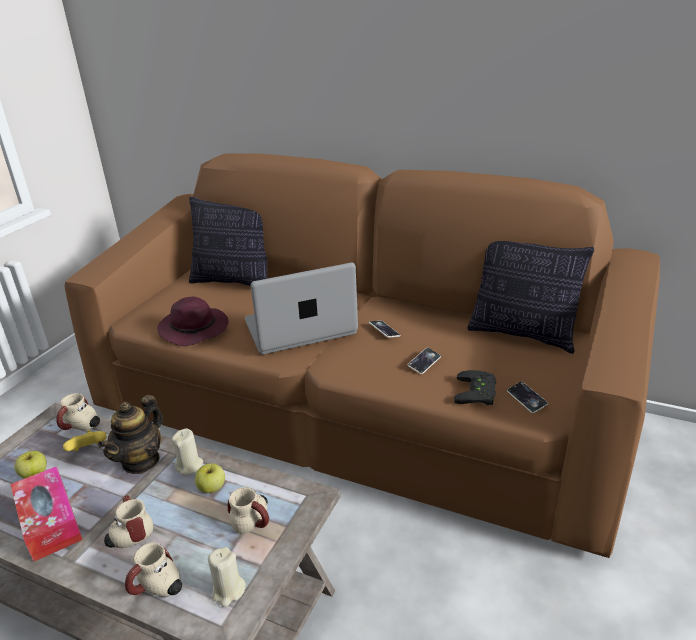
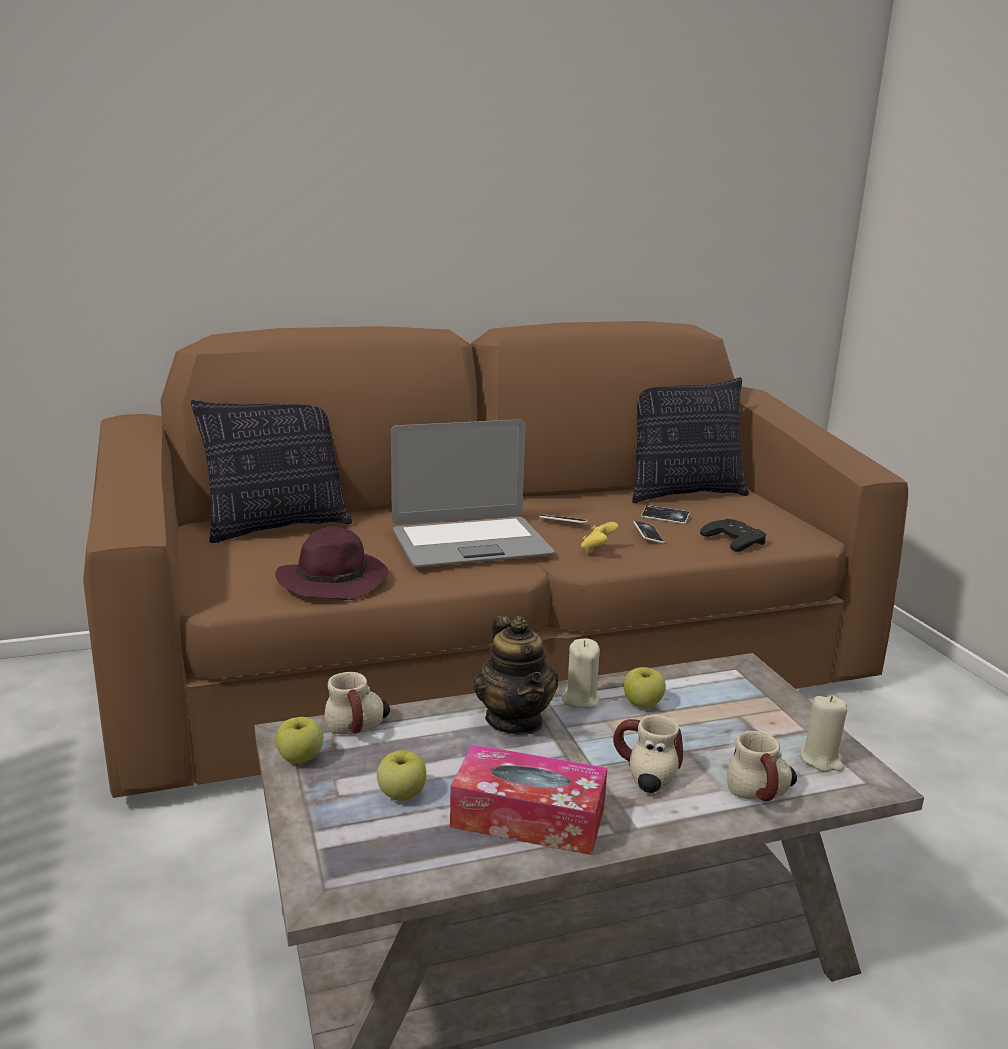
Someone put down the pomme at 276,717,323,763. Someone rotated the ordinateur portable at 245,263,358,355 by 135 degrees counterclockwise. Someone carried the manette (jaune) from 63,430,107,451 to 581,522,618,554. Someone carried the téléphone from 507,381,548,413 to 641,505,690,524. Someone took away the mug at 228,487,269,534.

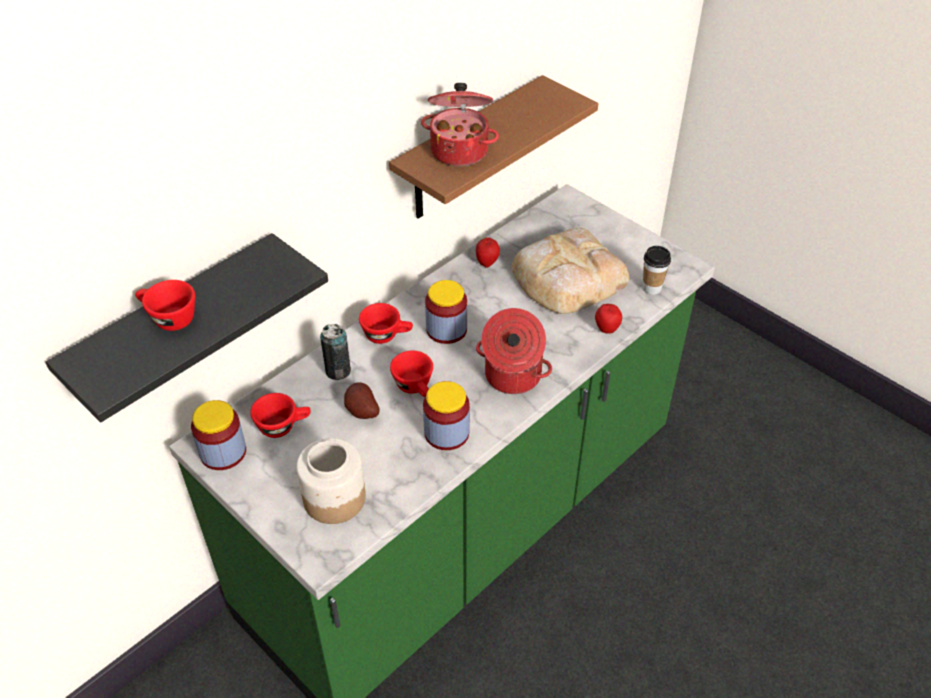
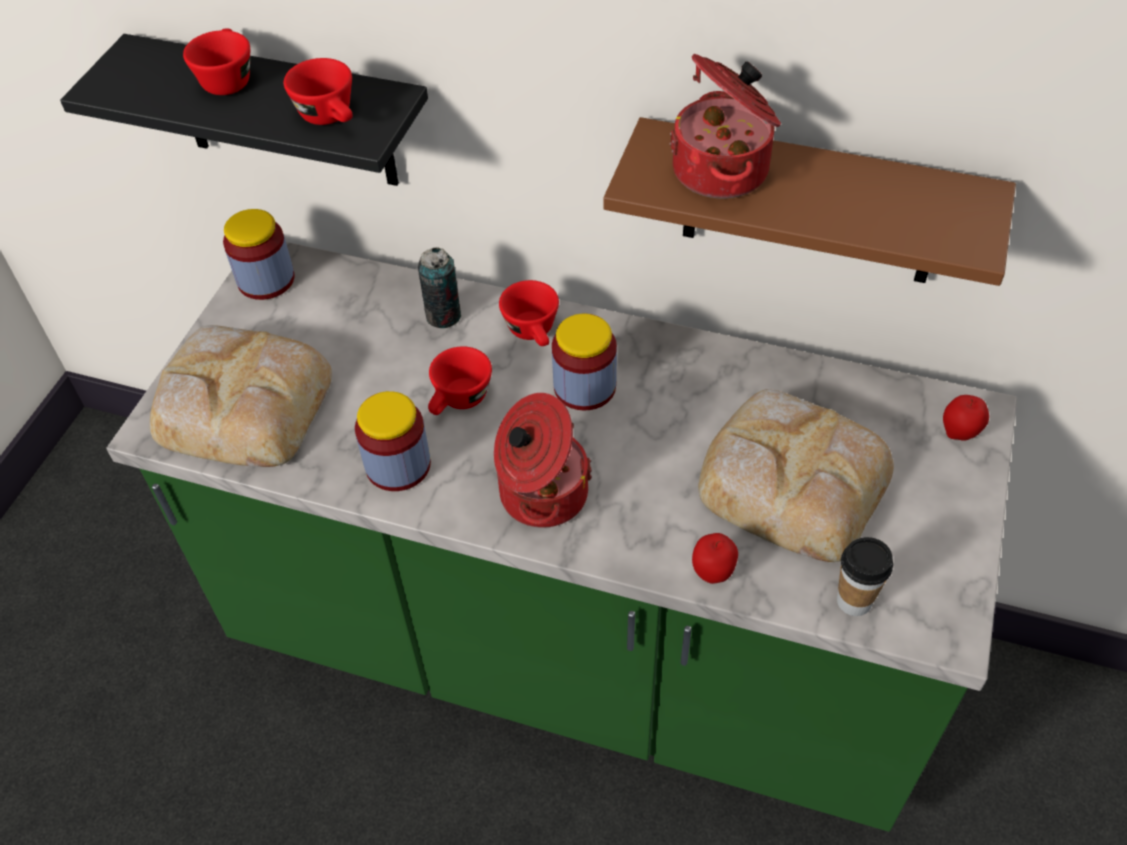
Someone swapped the bocal at 296,438,366,524 for the pain at 150,325,332,467. Someone carried the tasse (rouge) from 250,393,311,438 to 284,58,353,125. Someone carried the pomme from 476,237,500,268 to 943,395,989,441. Someone took away the pomme de terre at 344,382,379,419.

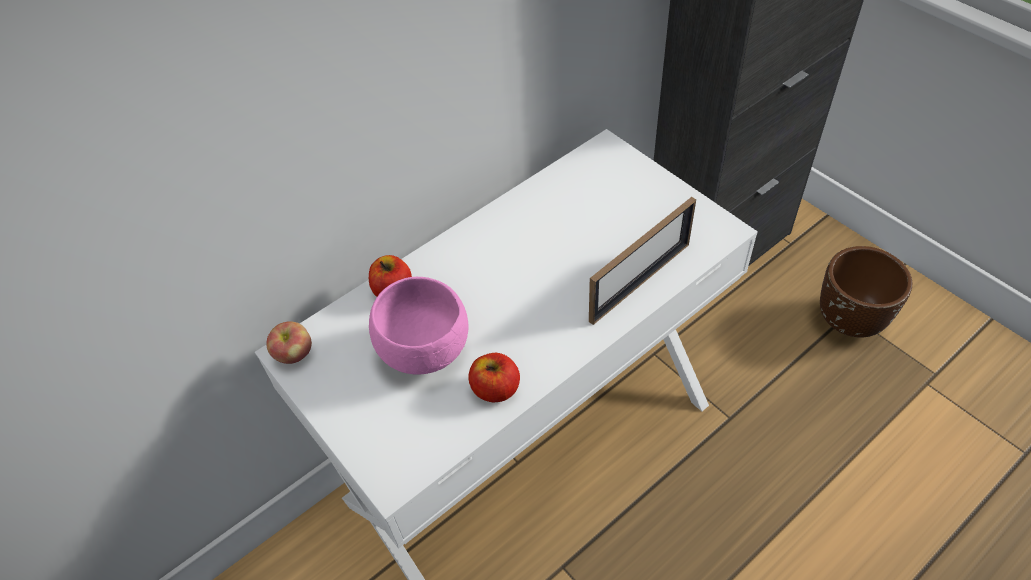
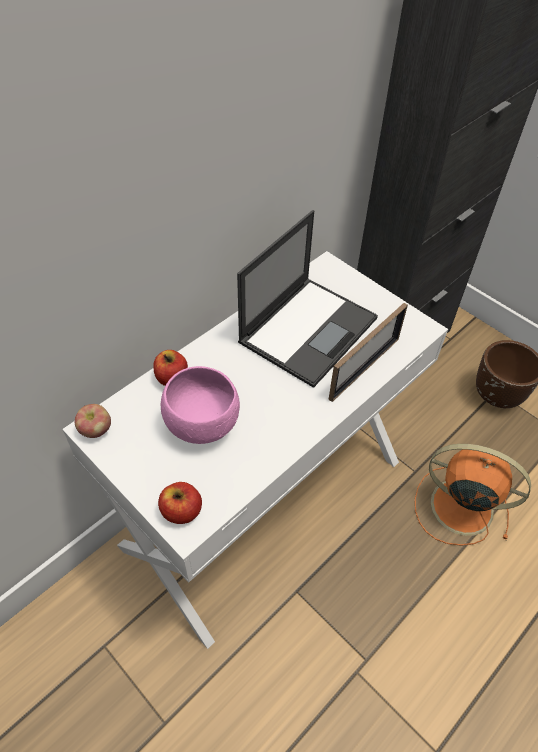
Someone carried the pomme from 468,353,520,402 to 158,482,202,524. Someone put down the ordinateur portable at 237,210,378,388. Someone put down the ventilateur (orange) at 415,444,531,546.

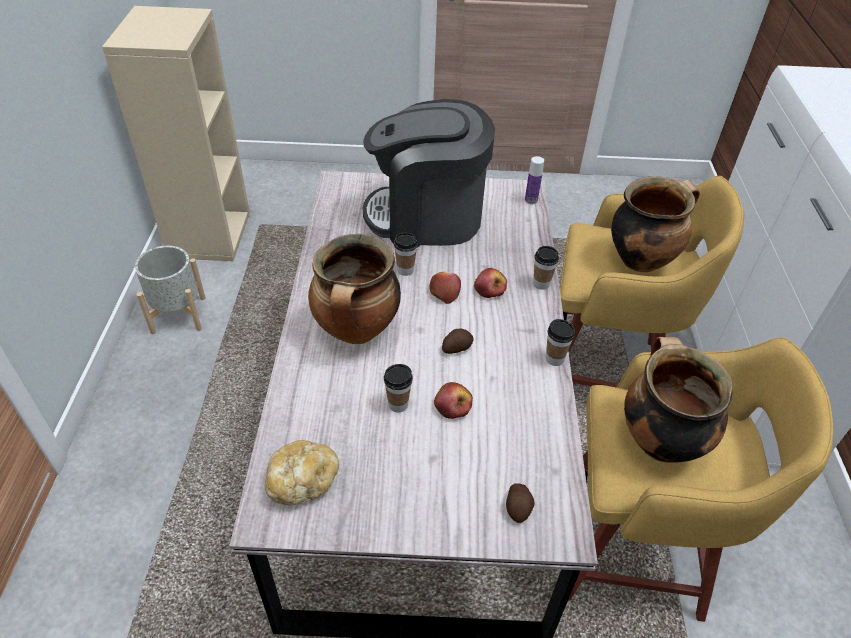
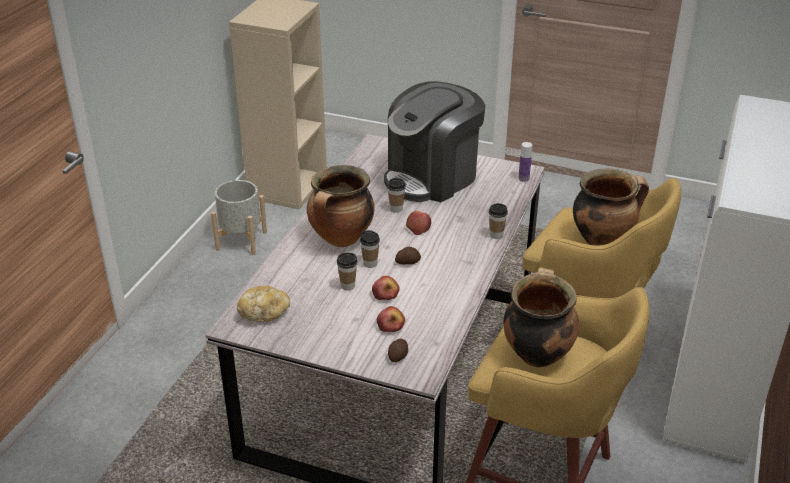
Someone carried the tasse from 546,319,575,366 to 360,230,380,268. Someone carried the pomme from 474,268,507,298 to 377,306,405,332. Someone rotated the machine à café at 363,99,495,248 by 60 degrees counterclockwise.

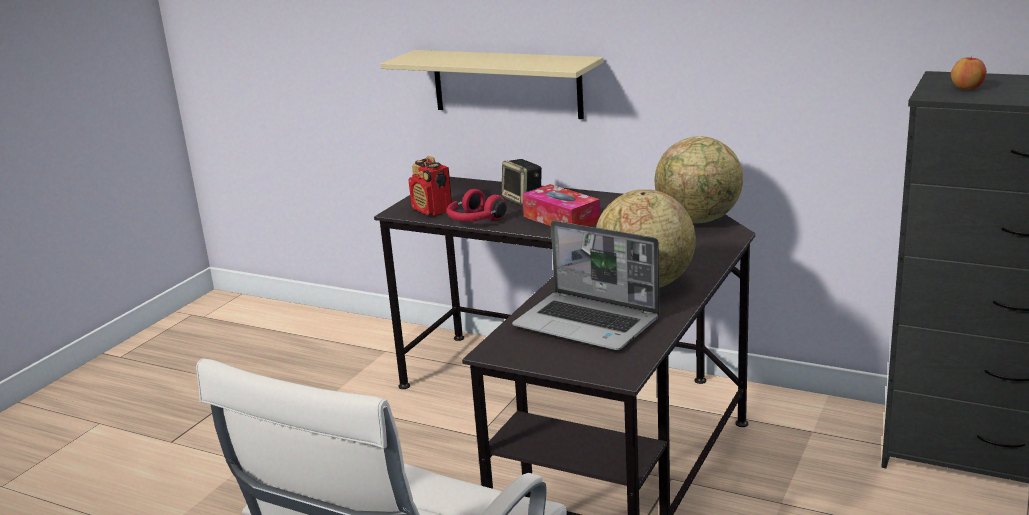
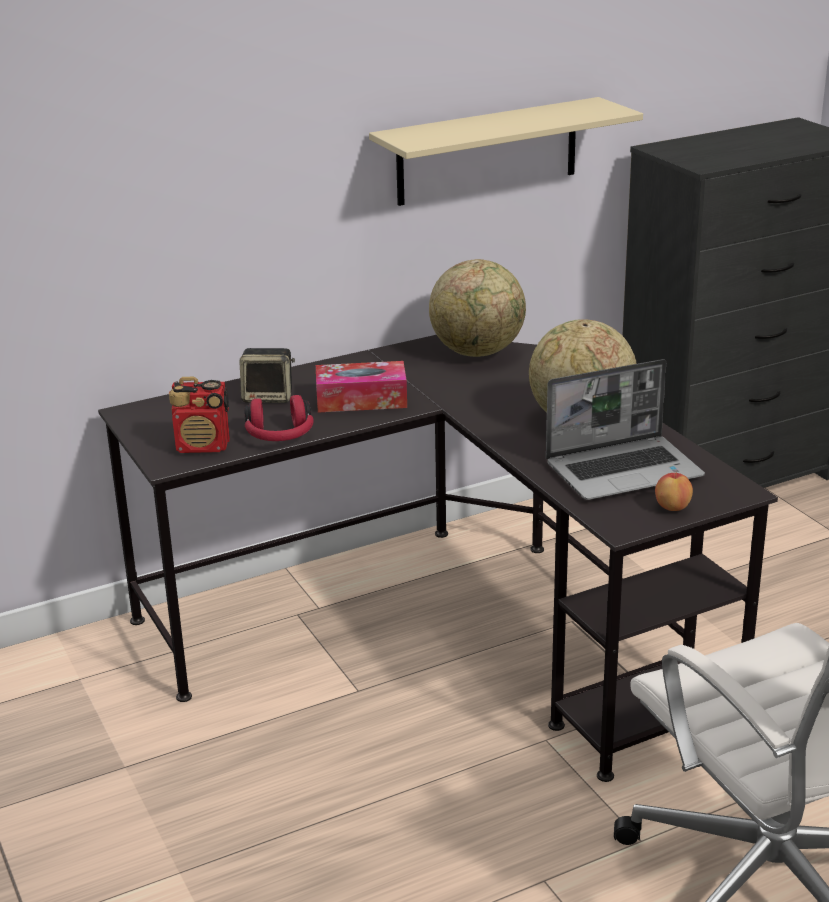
Someone carried the étagère (beige) from 381,50,604,119 to 369,97,643,206. Someone carried the pomme from 951,55,987,90 to 655,473,693,511.

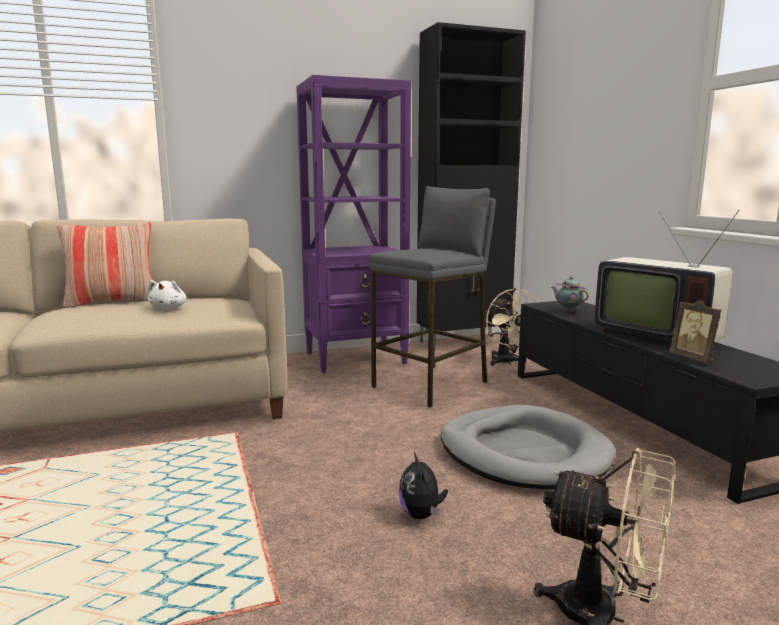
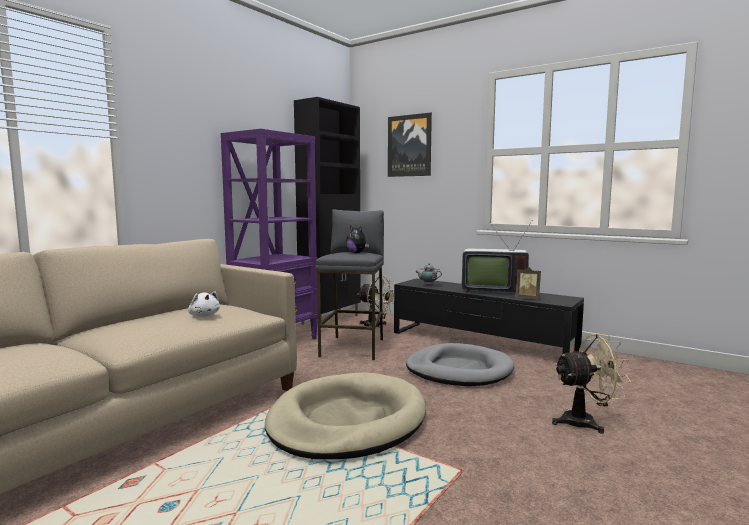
Someone put down the panier pour chien (beige) at 265,373,426,459. Someone carried the peluche from 399,452,448,519 to 346,226,369,253. Someone put up the tableau at 388,113,432,177. Someone took away the coussin at 57,222,152,308.

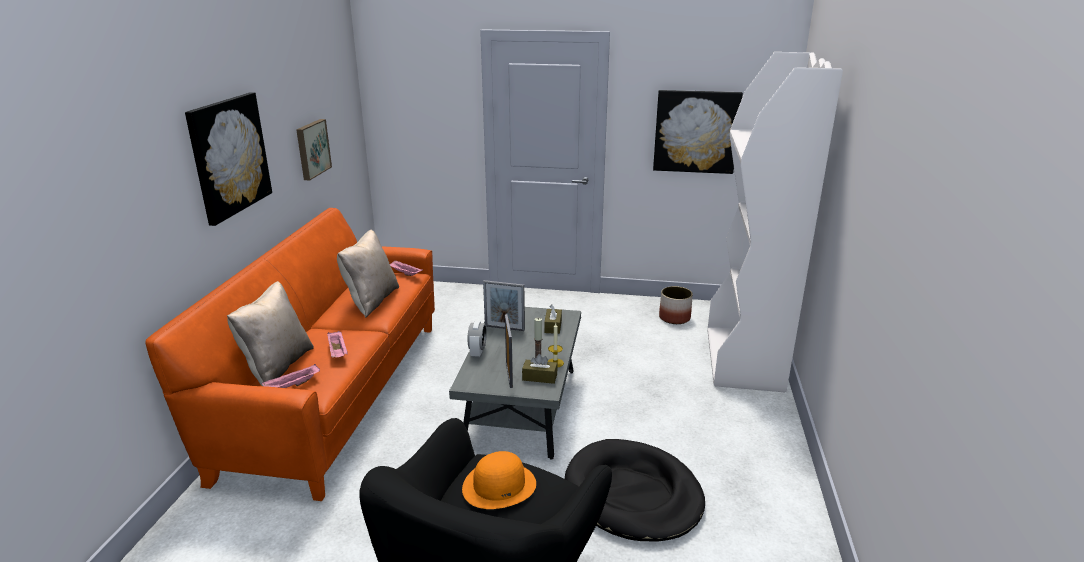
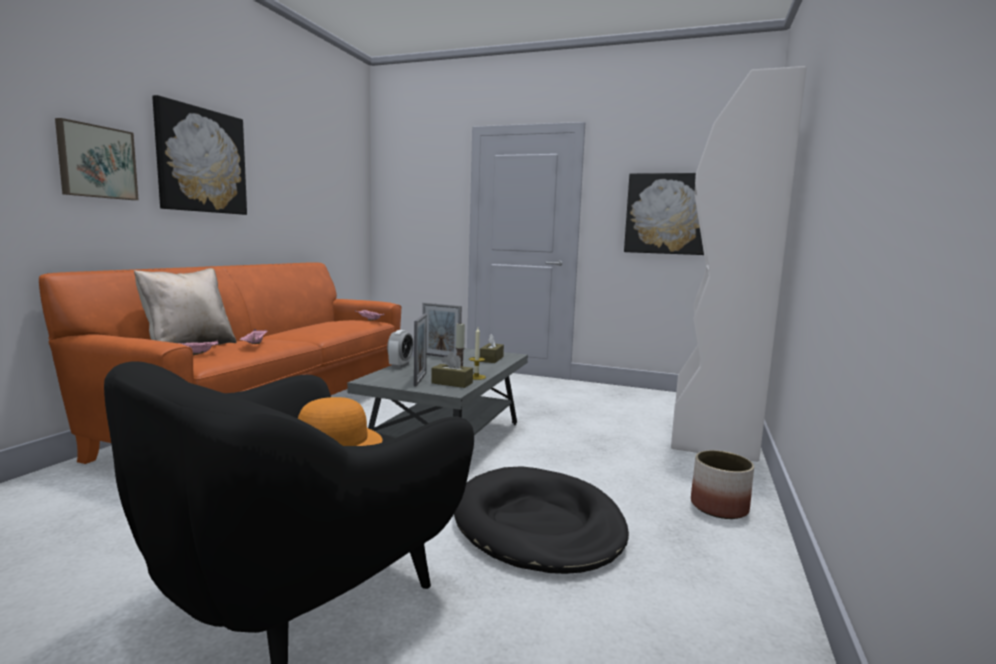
Someone carried the tableau from 296,119,332,180 to 55,118,139,200. Someone carried the cache-pot from 659,286,693,324 to 691,450,754,519. Someone took away the coussin (beige) at 337,230,399,318.

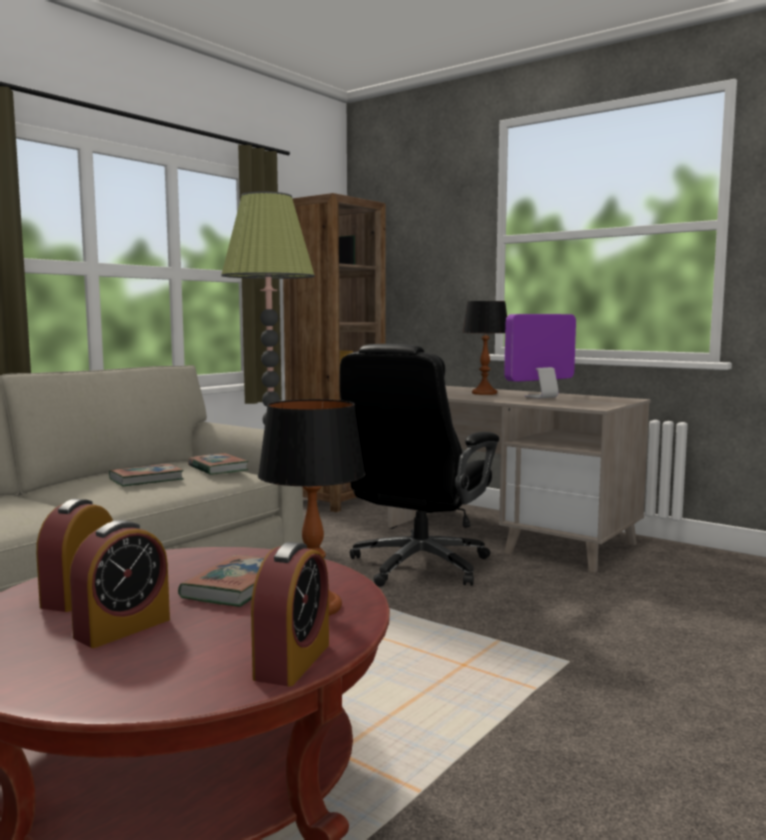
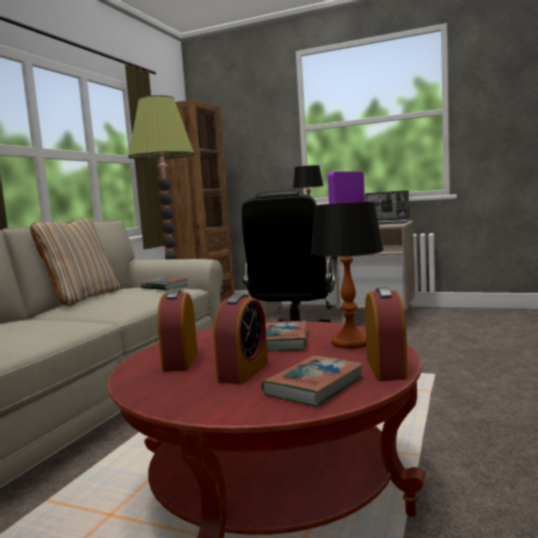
Someone put down the coussin (beige) at 30,218,120,306. Someone carried the livre from 109,464,184,486 to 261,356,364,406. Someone put down the ordinateur portable at 365,190,409,224.

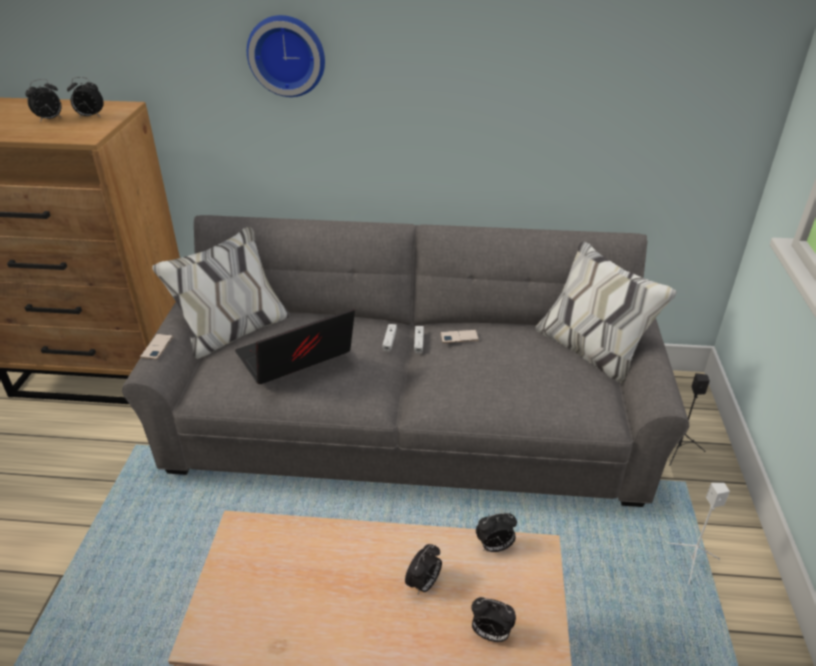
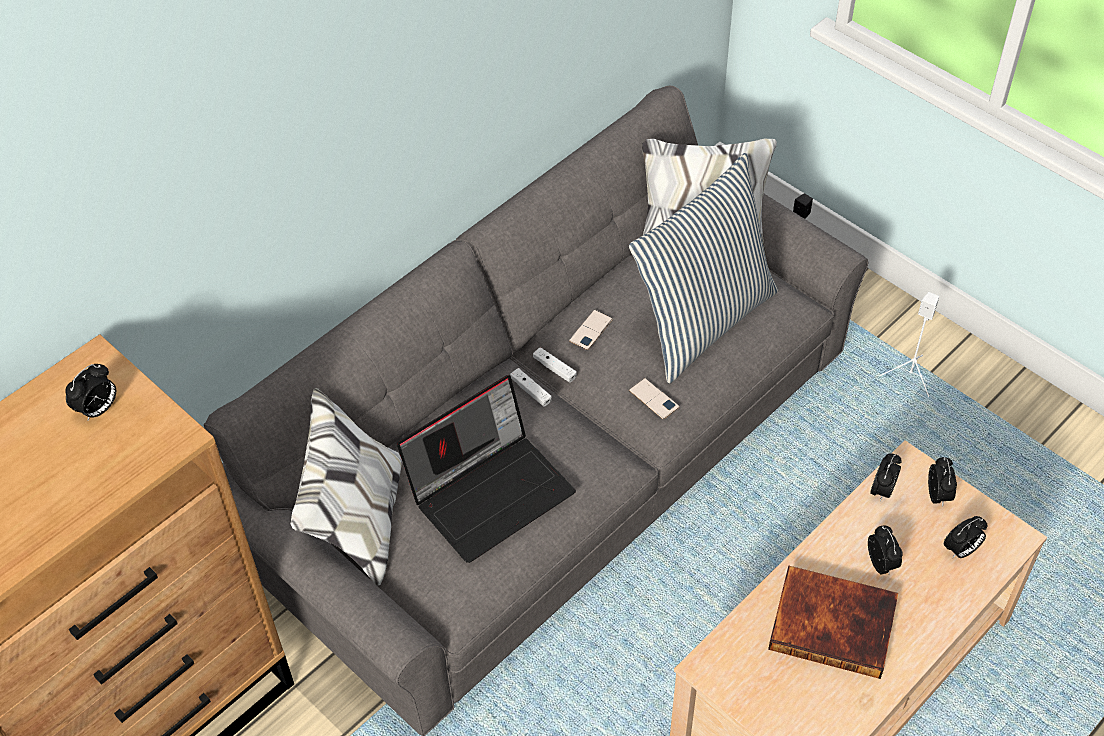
Someone rotated the ordinateur portable at 235,309,355,384 by 135 degrees counterclockwise. Someone put down the coussin at 629,153,778,384. Someone carried the téléphone from 140,334,174,359 to 629,378,680,420. Someone put down the livre at 768,565,898,679. Someone carried the réveil from 25,79,62,122 to 928,457,957,507. Someone took away the horloge murale at 247,15,325,97.

